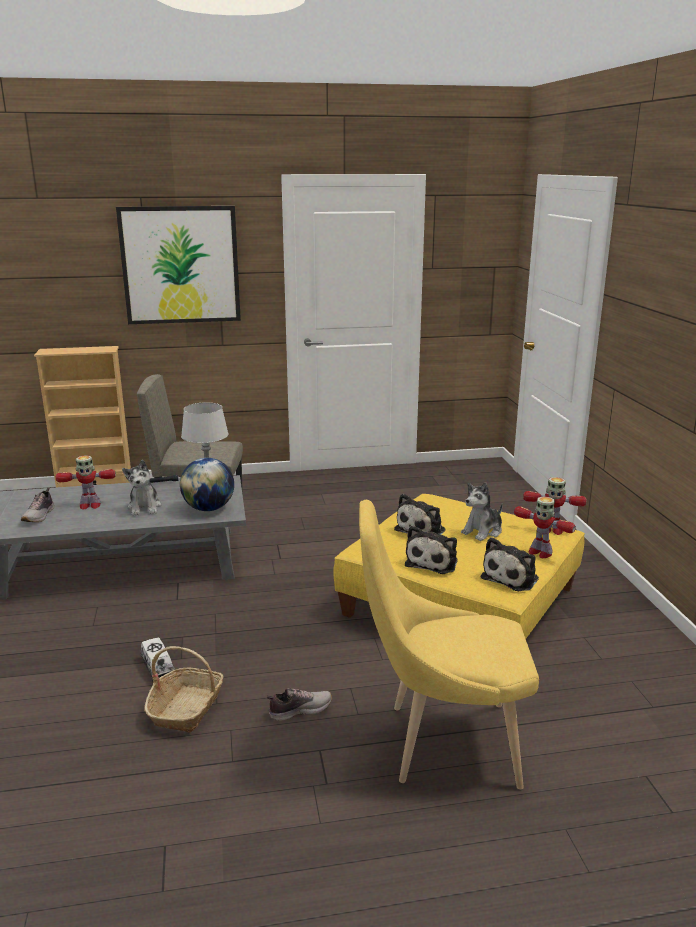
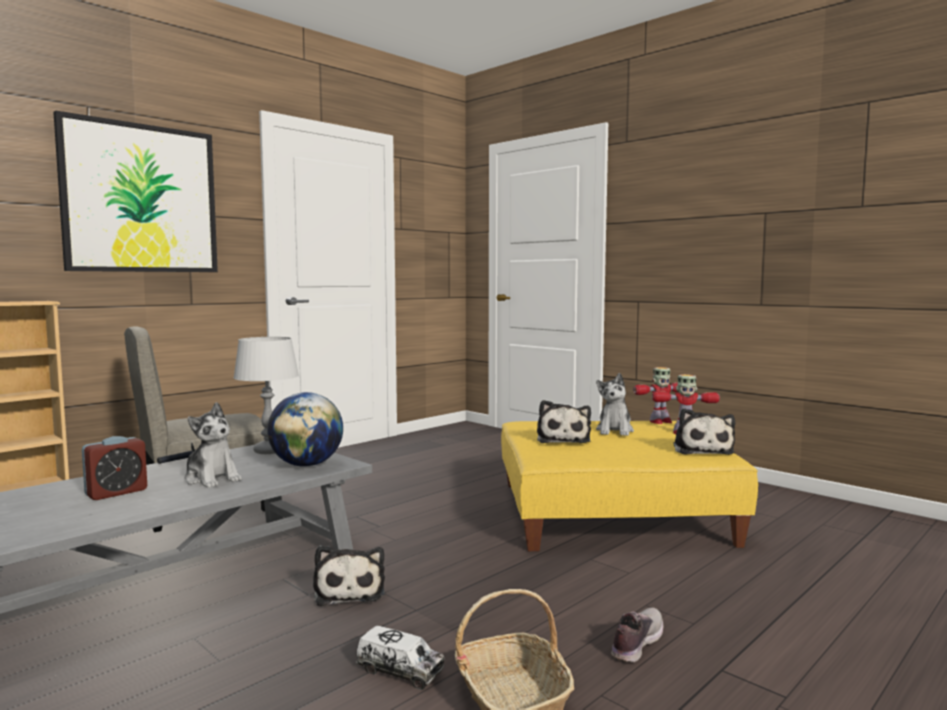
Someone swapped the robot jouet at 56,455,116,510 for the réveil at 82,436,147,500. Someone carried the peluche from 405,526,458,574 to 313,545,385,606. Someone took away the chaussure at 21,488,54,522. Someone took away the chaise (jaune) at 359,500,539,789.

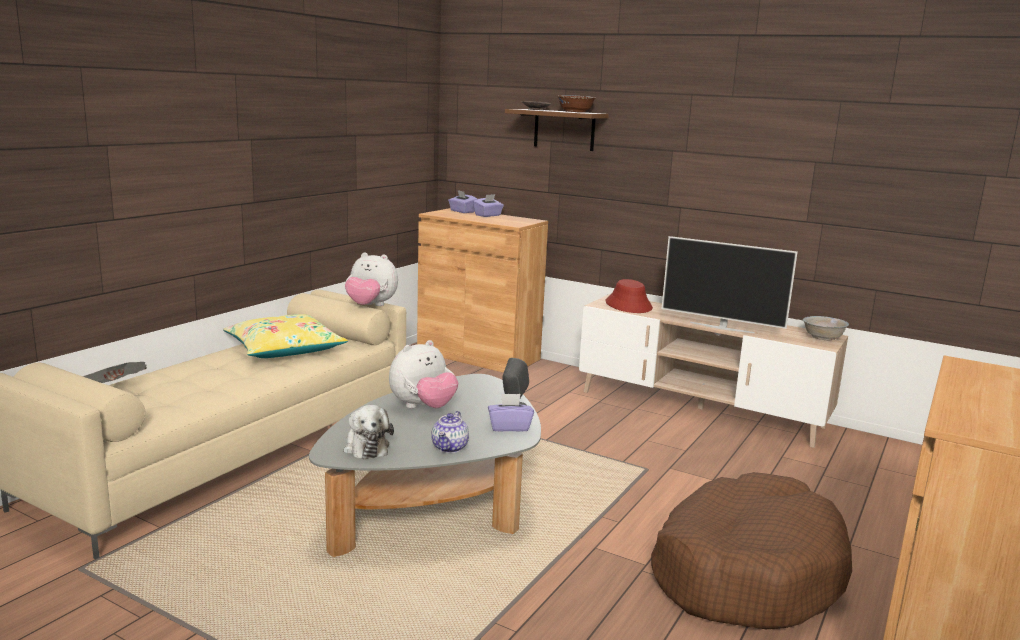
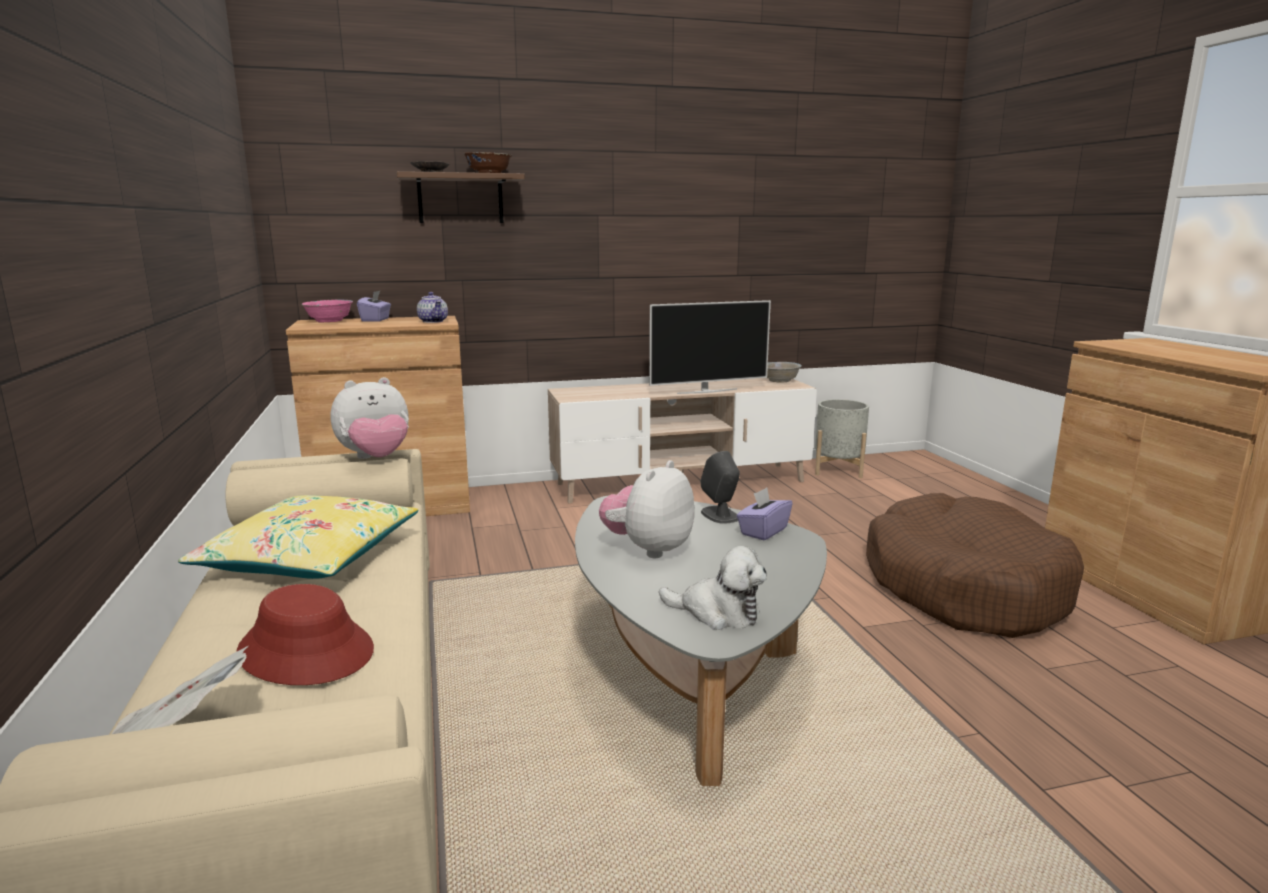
Someone carried the chapeau (rouge) from 606,279,653,313 to 236,584,374,685. Someone swapped the boîte à mouchoirs (violet) at 448,190,477,213 for the bol (rose) at 302,299,353,322. Someone carried the théière from 431,411,469,453 to 417,292,448,323. Someone rotated the peluche at 389,340,458,408 by 150 degrees counterclockwise. Someone put down the cache-pot (gris) at 815,399,869,478.

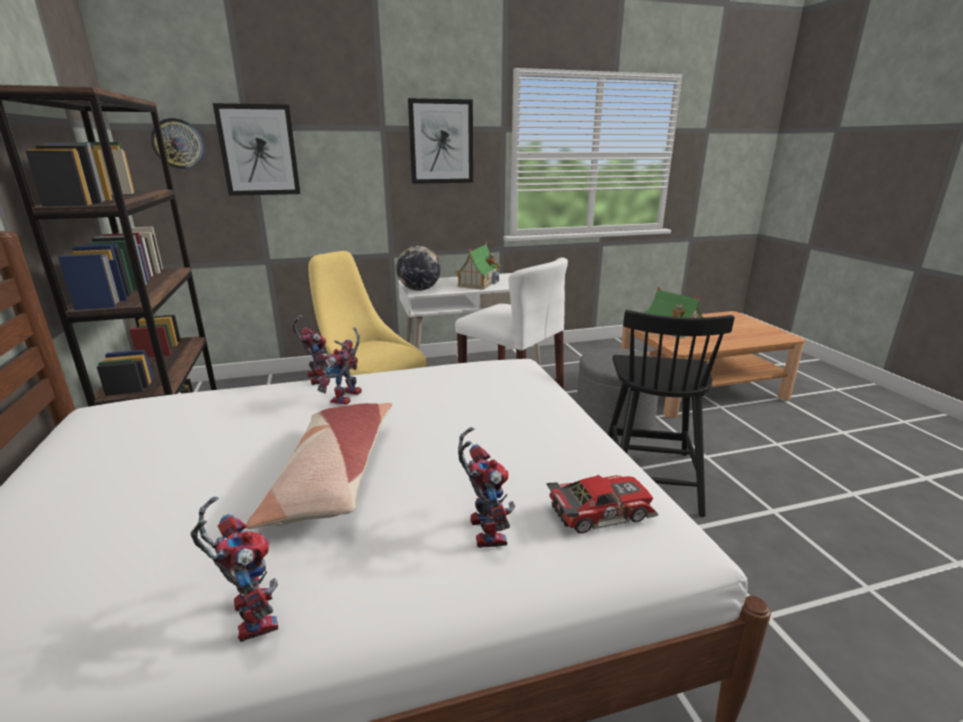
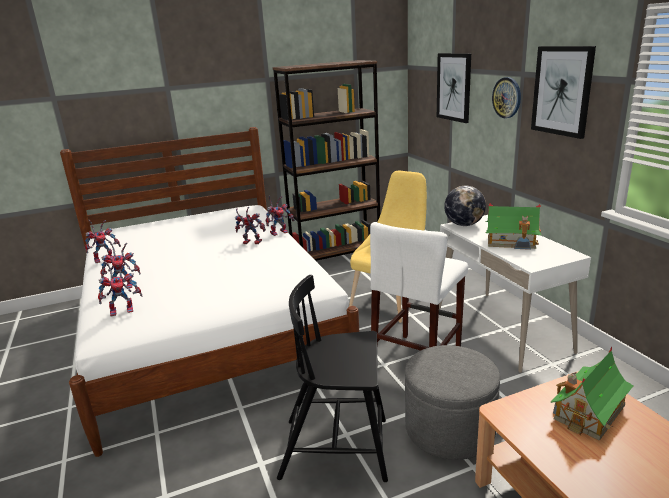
Someone swapped the petite voiture at 547,475,659,534 for the robot jouet at 98,262,143,317. Someone carried the horloge murale from 150,118,205,169 to 492,77,521,118. Someone took away the coussin at 246,403,392,529.

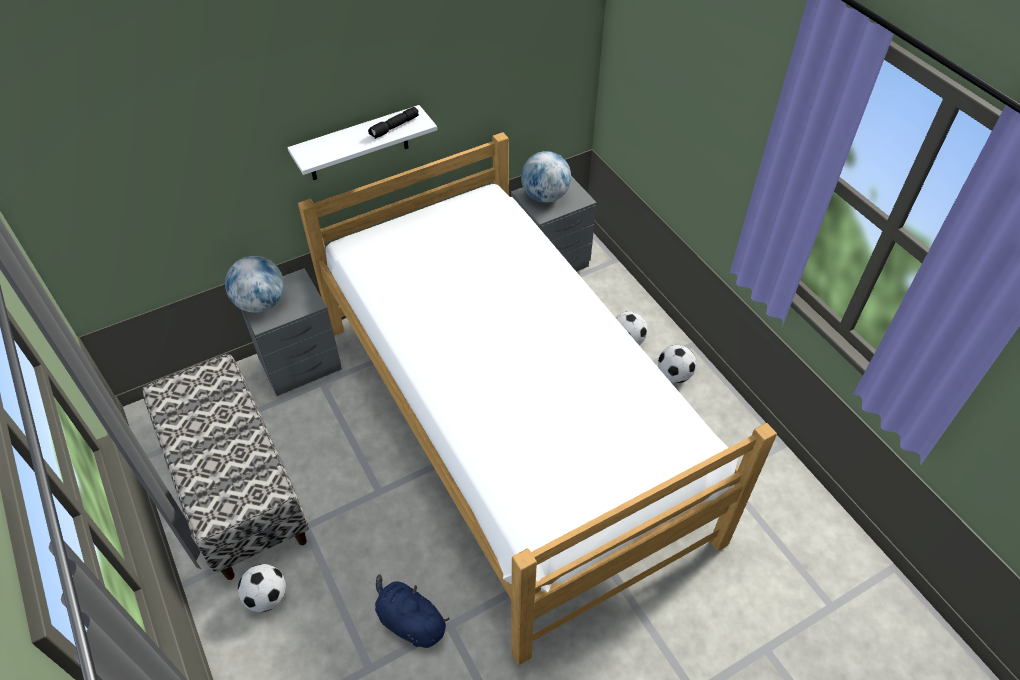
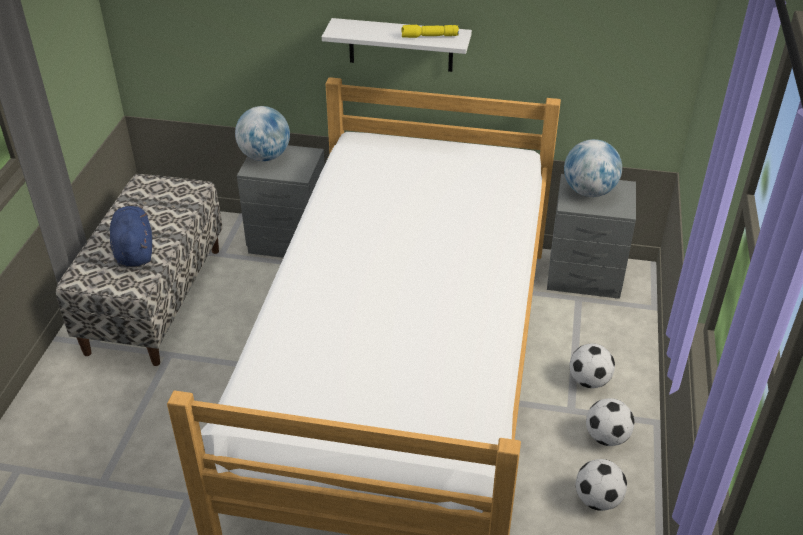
Someone carried the peluche (bleu) from 375,574,449,648 to 110,205,152,267. Someone repainted the lampe de poche (noir) at 368,107,419,139, which became the lampe de poche (jaune) at 401,25,459,38. Someone carried the ballon de foot from 238,564,286,612 to 575,459,627,511.

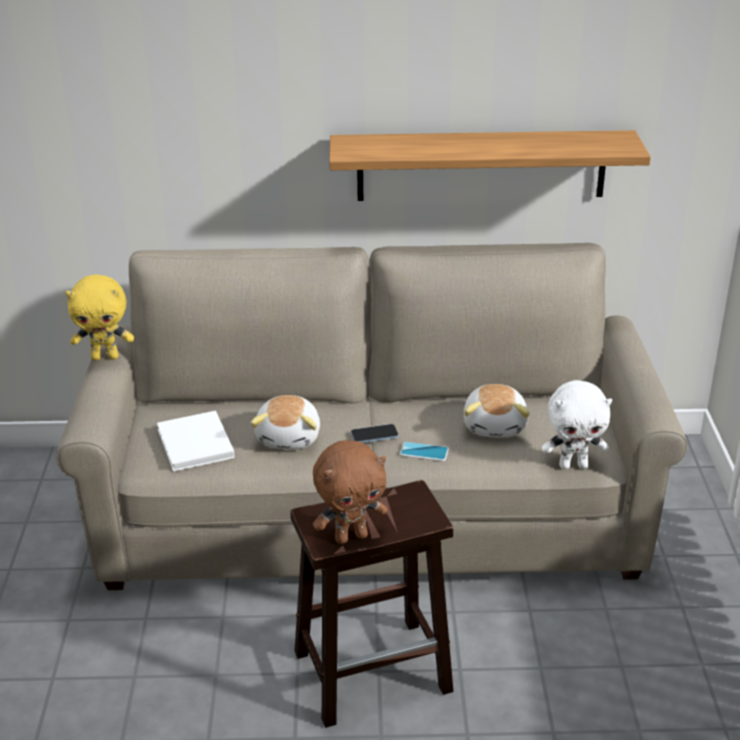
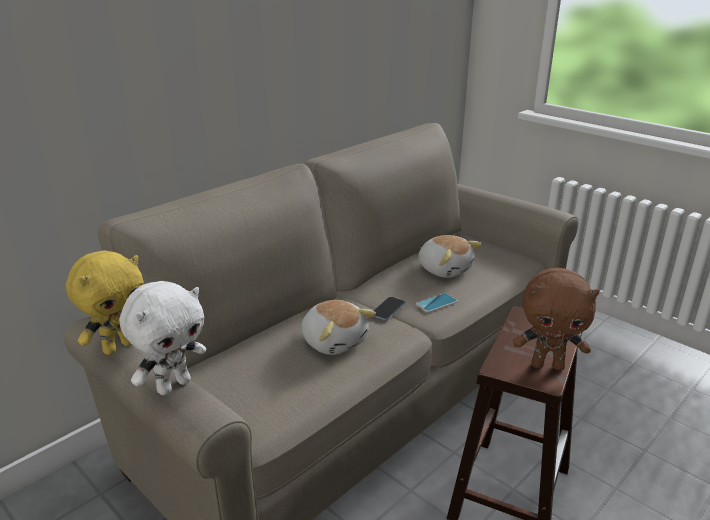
Someone carried the peluche (blanc) from 542,380,612,469 to 119,281,206,395. Someone rotated the peluche (marron) at 313,440,388,544 by 75 degrees clockwise. Someone took away the livre (blanc) at 157,411,235,471. Someone took away the étagère at 329,130,651,201.

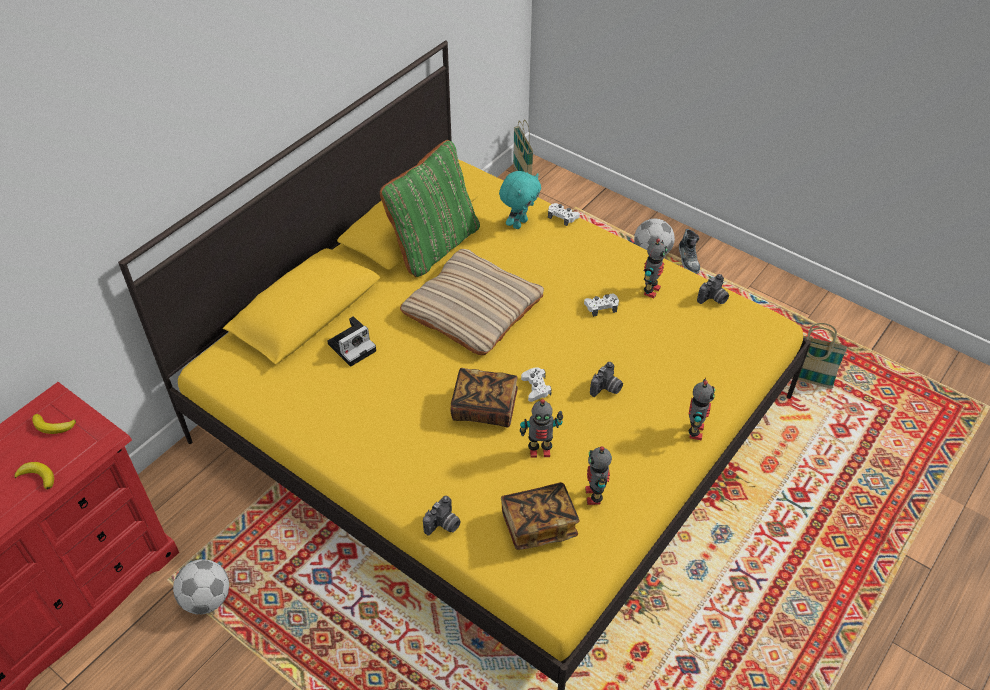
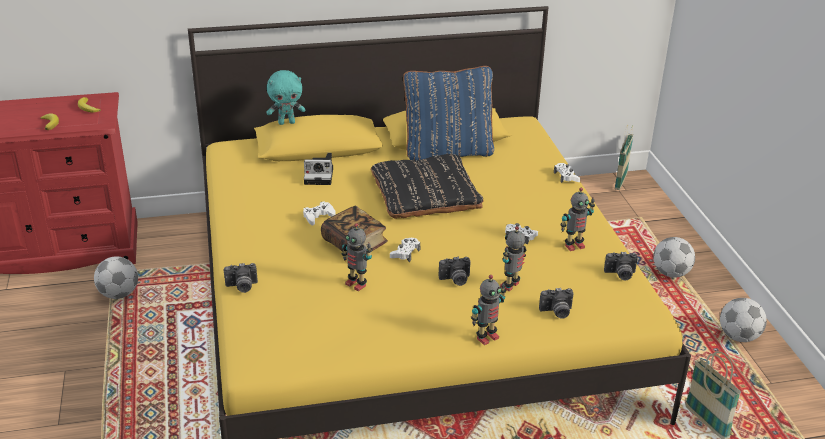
Someone carried the peluche (turquoise) from 499,171,541,229 to 266,70,305,125. Someone put down the manette (blanc) at 303,201,336,225. Someone repainted the coussin (beige) at 400,249,544,355, which became the coussin (noir) at 371,154,484,219. Someone repainted the coussin (vert) at 380,140,480,277, which became the coussin (bleu) at 403,66,494,161. Someone carried the robot jouet from 585,446,612,505 to 500,226,527,292. Someone put down the appareil photo at 539,288,574,319. Someone put down the ballon de foot at 720,298,767,342. Someone took away the livre at 501,482,579,550. Someone took away the chaussure at 679,229,700,274.

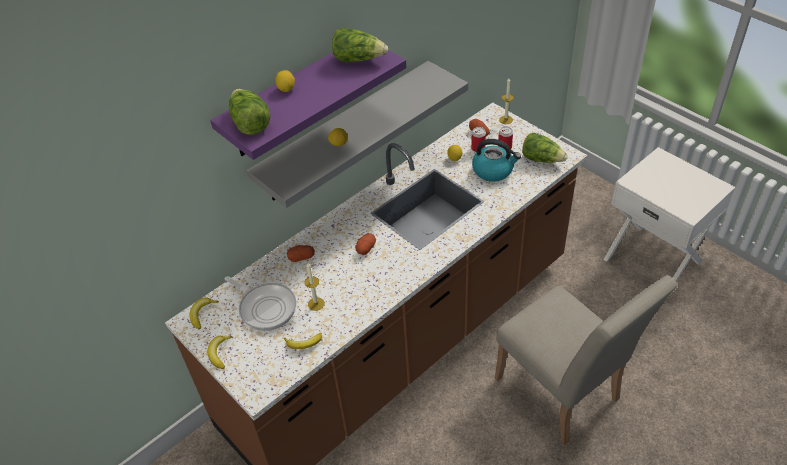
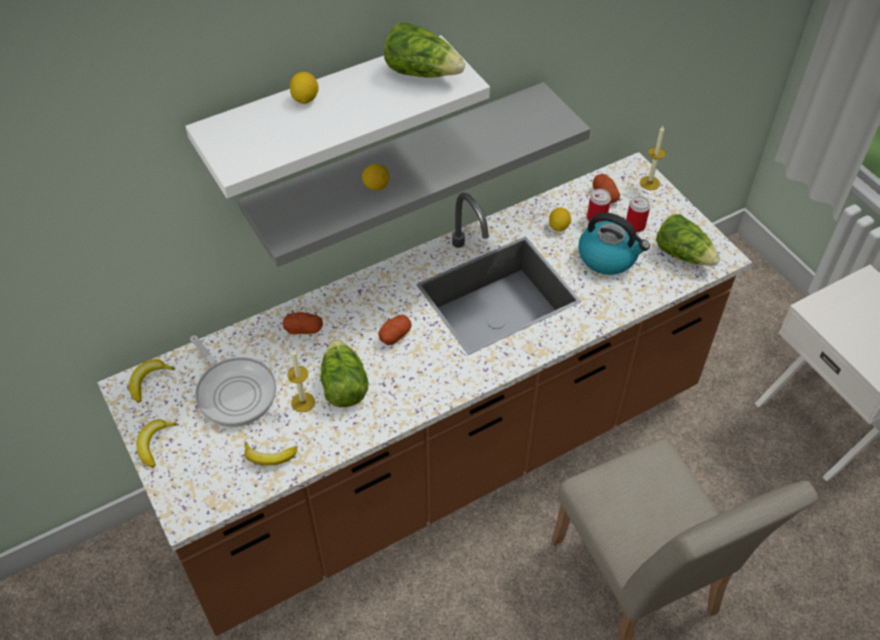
Someone repainted the étagère (violet) at 210,50,406,160, which became the étagère (blanc) at 185,35,490,198. Someone carried the laitue from 229,89,271,135 to 320,339,369,407.

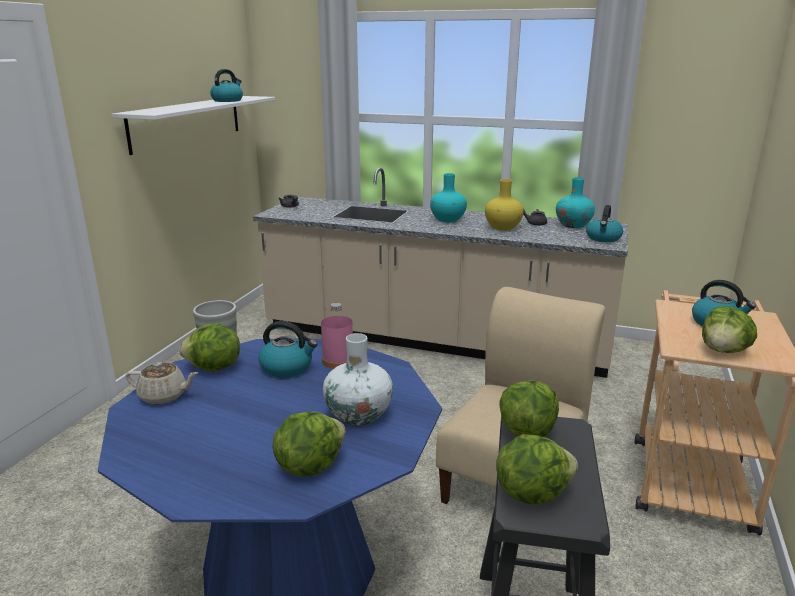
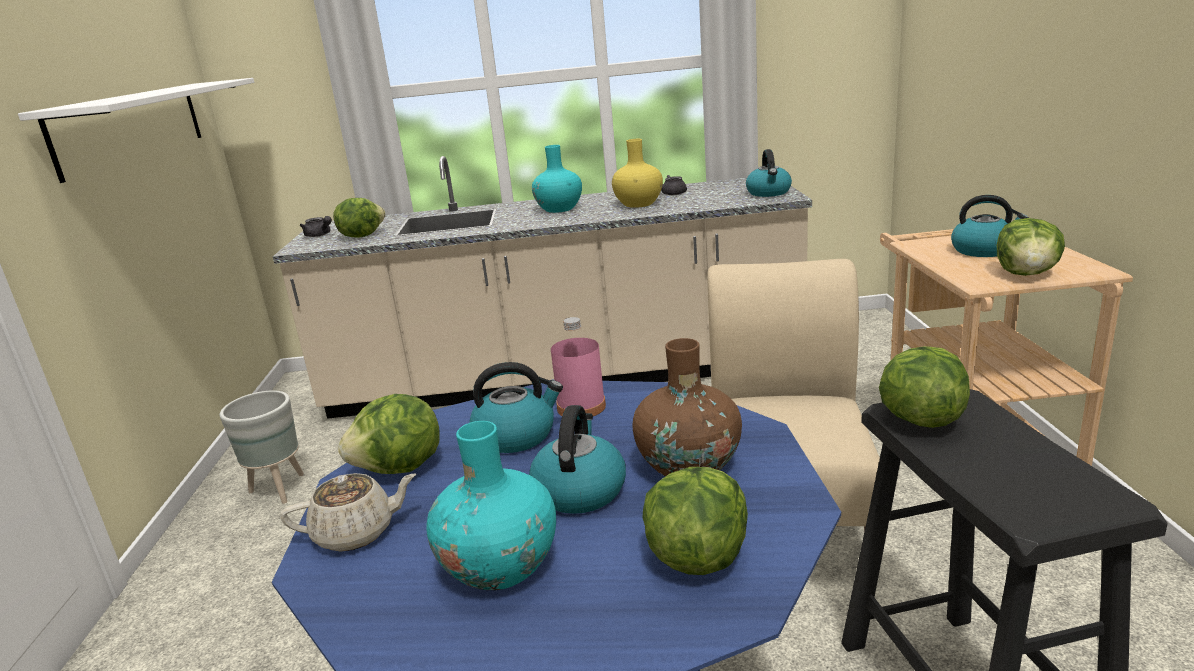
Someone carried the laitue from 496,434,578,505 to 333,198,386,238. Someone carried the vase (turquoise) from 556,177,595,228 to 427,421,556,590. Someone carried the bouilloire from 210,69,243,102 to 529,405,626,514. Someone repainted the vase (blanc) at 323,333,393,426, which became the vase (marron) at 632,338,742,476.

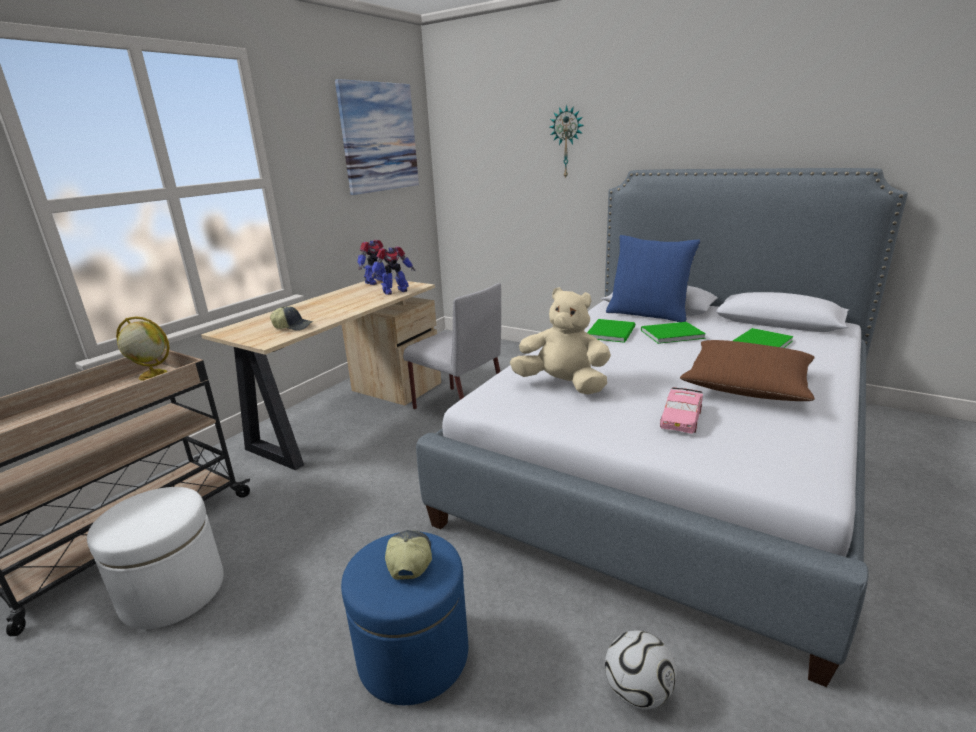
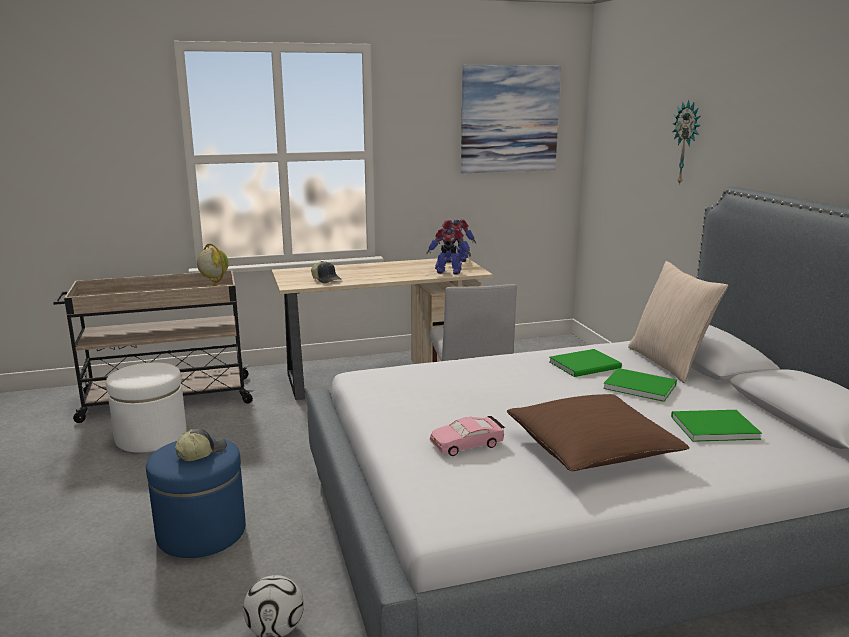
Someone repainted the coussin (bleu) at 606,235,701,322, which became the coussin (beige) at 628,261,728,383. Someone took away the peluche (beige) at 510,287,611,395.

